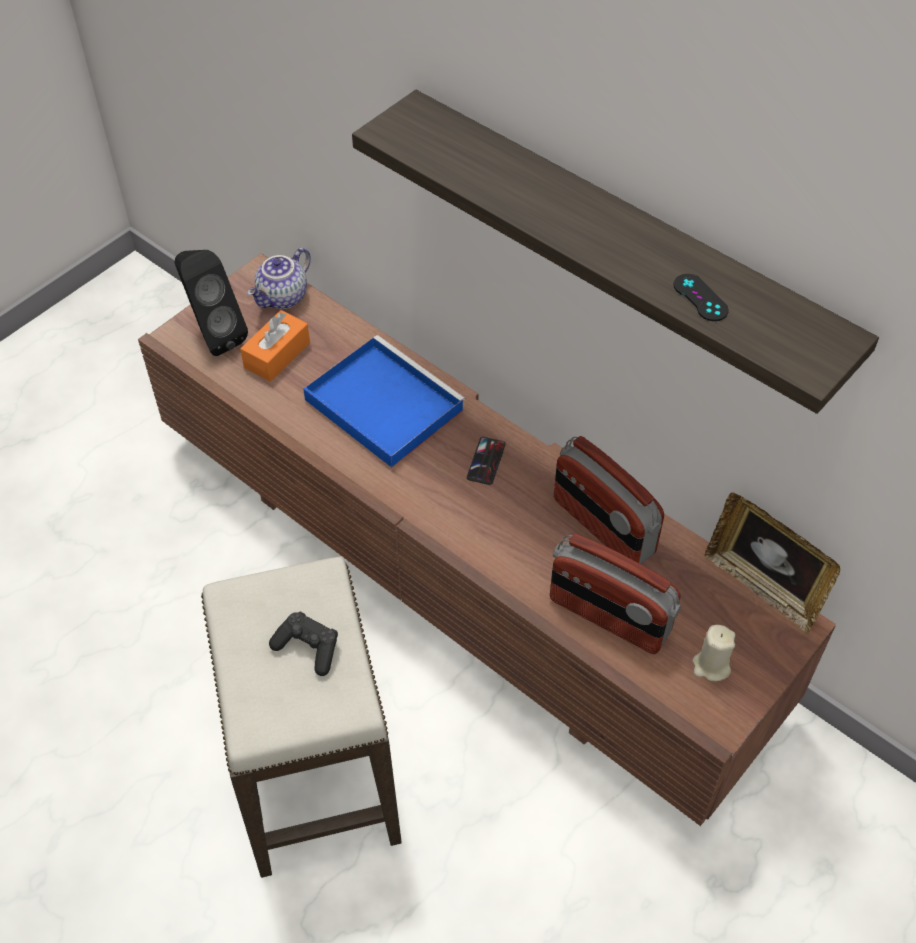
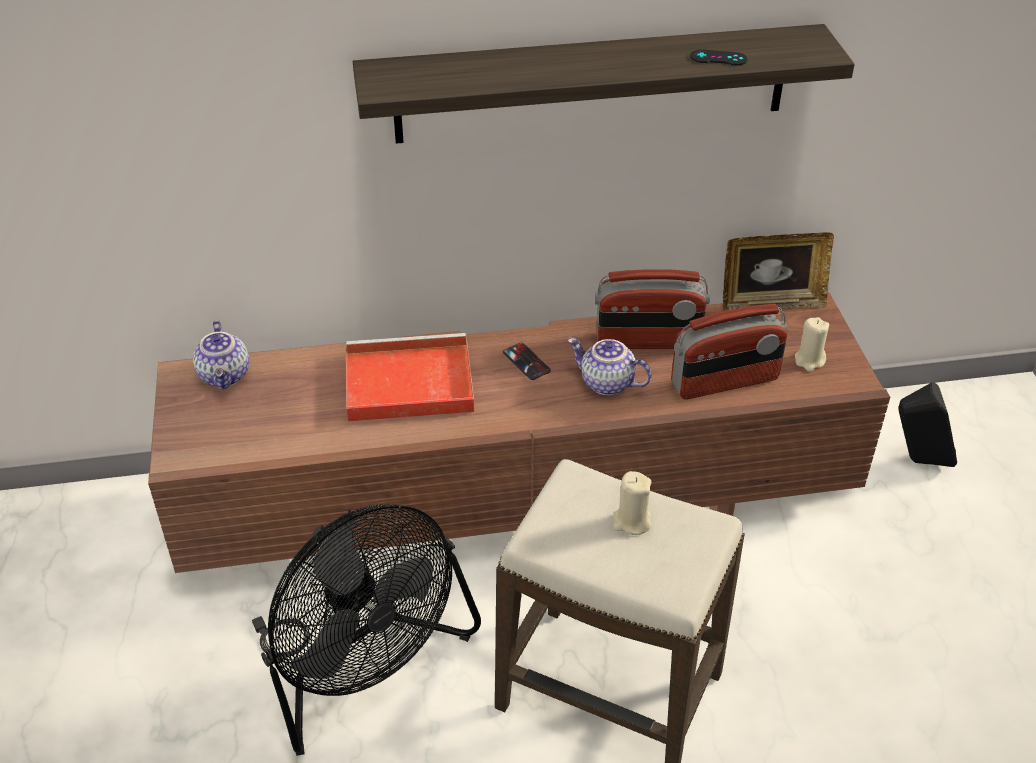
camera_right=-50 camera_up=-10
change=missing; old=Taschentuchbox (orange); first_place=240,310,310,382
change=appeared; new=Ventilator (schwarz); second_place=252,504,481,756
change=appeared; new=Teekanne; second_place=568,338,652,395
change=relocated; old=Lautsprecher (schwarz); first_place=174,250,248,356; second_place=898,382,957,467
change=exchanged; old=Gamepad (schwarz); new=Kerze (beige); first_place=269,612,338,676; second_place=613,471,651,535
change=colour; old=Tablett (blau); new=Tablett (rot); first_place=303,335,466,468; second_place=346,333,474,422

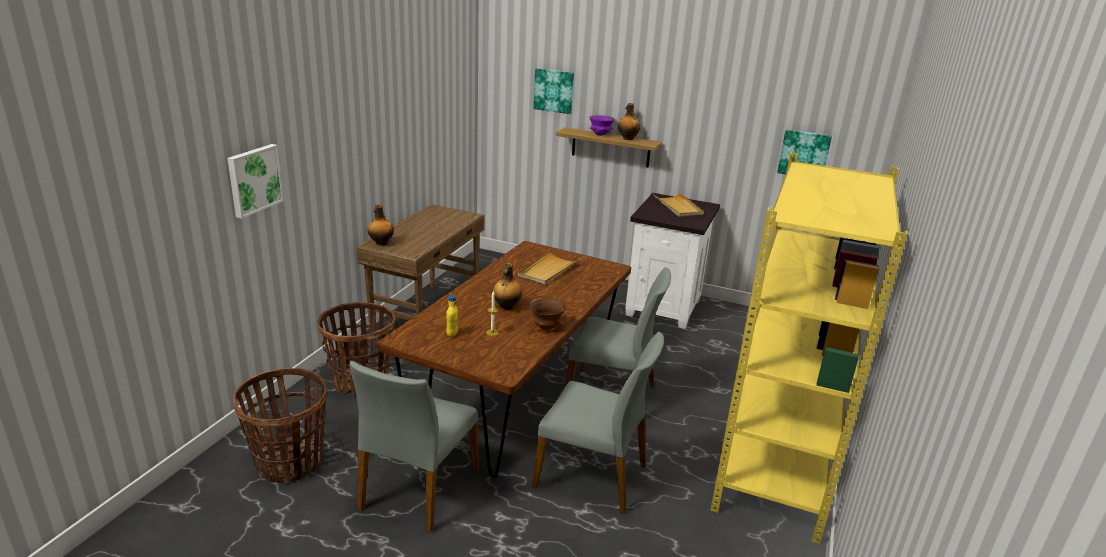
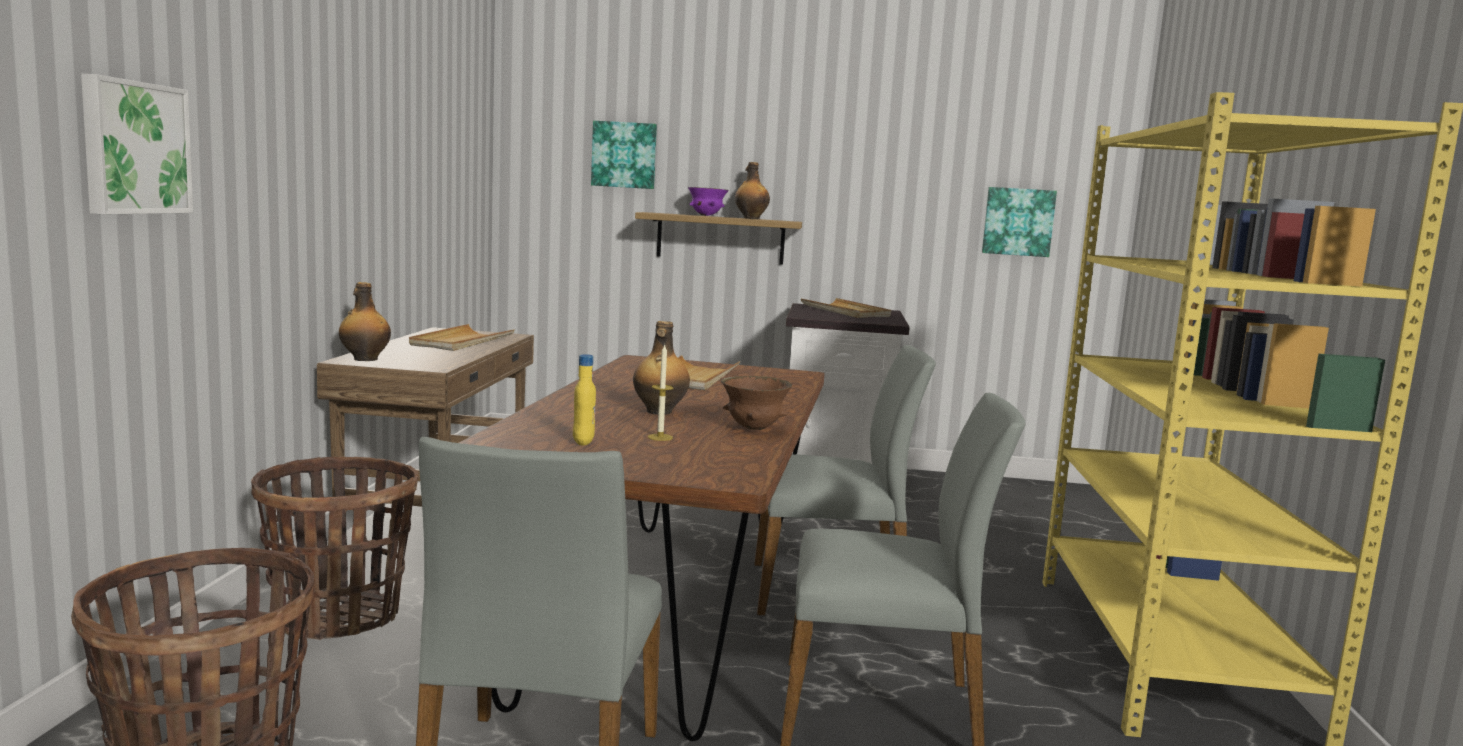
camera_right=-15 camera_up=-15
change=appeared; new=Tablett (beige); second_place=409,324,515,351

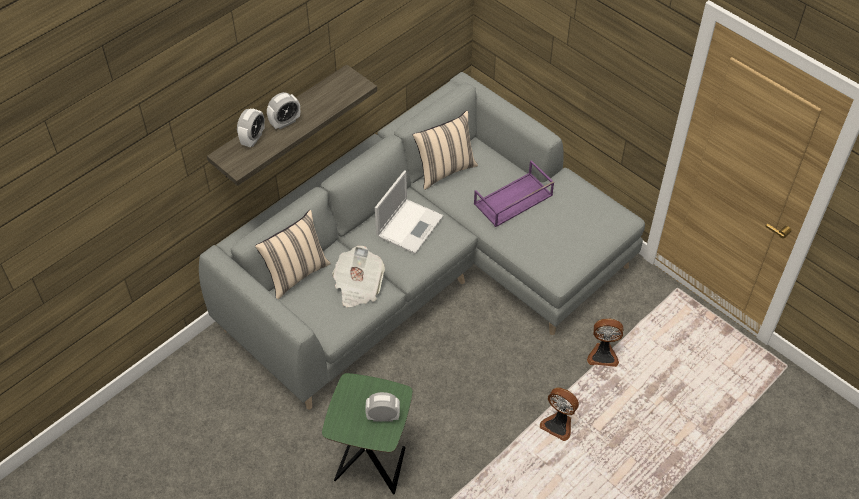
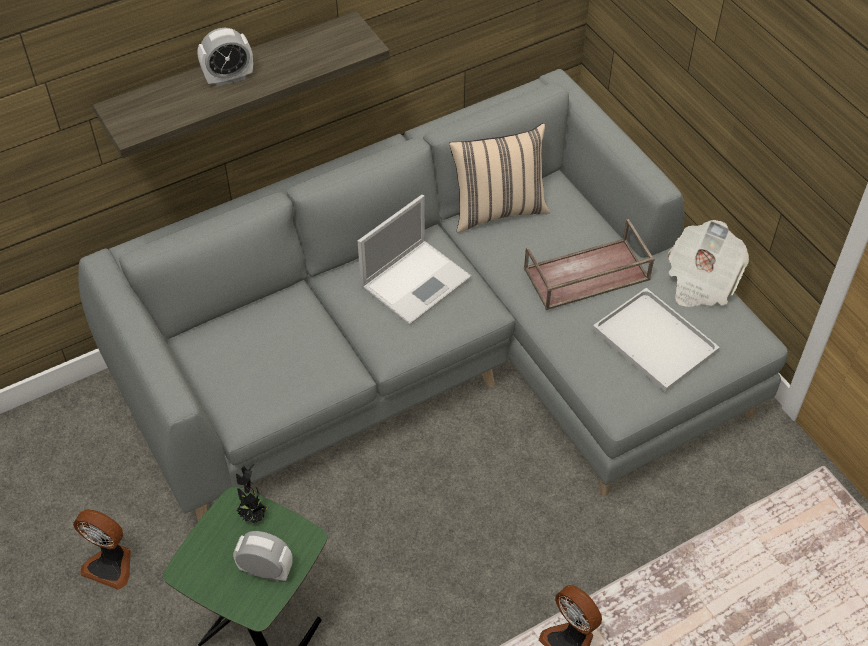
camera_right=15 camera_up=0
change=missing; old=Wecker; first_place=237,108,265,147
change=missing; old=Kissen (beige); first_place=255,210,331,299
change=appeared; new=Topfpflanze; second_place=236,464,269,523
change=appeared; new=Tablett (weiß); second_place=593,288,720,392
change=relocated; old=Zeitung; first_place=332,246,385,307; second_place=668,220,749,307
change=relocated; old=Ventilator; first_place=587,319,623,367; second_place=73,509,131,590
change=colour; old=Tablett (lila); new=Tablett (braun); first_place=474,160,554,227; second_place=524,219,655,310

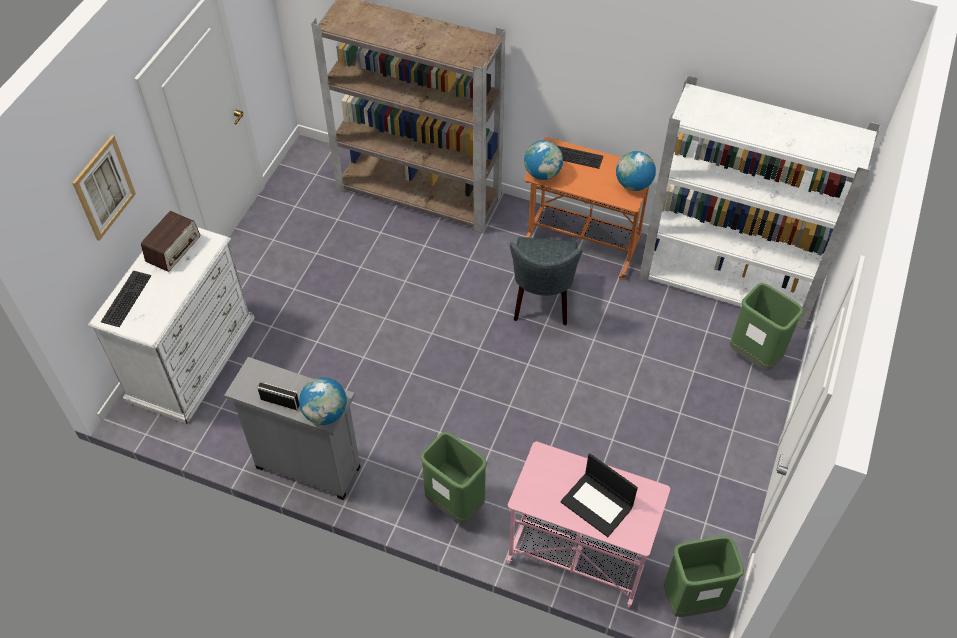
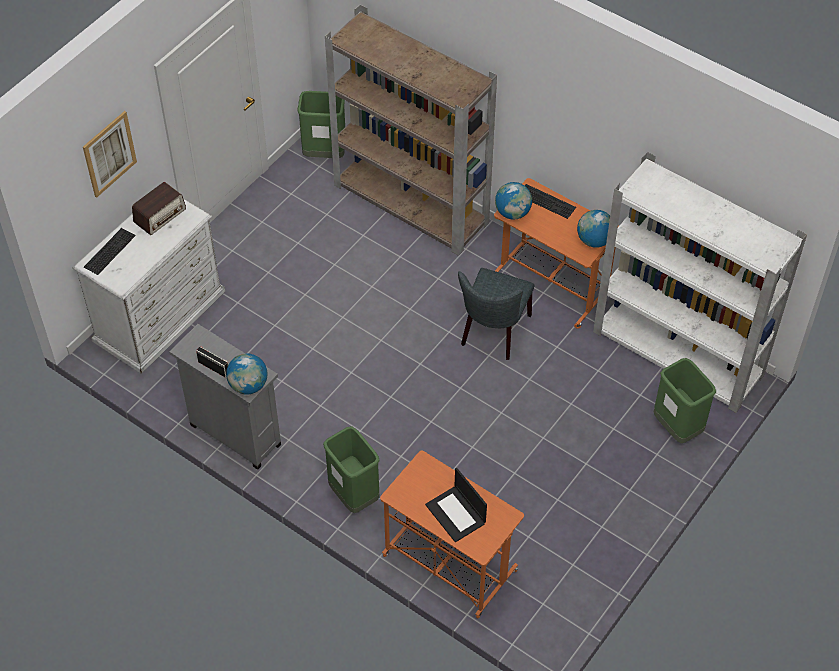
camera_right=15 camera_up=0
change=relocated; old=Mülleimer (grün); first_place=664,536,744,617; second_place=297,91,345,158
change=colour; old=Schreibtisch (rosa); new=Schreibtisch (orange); first_place=506,442,670,608; second_place=380,451,524,618

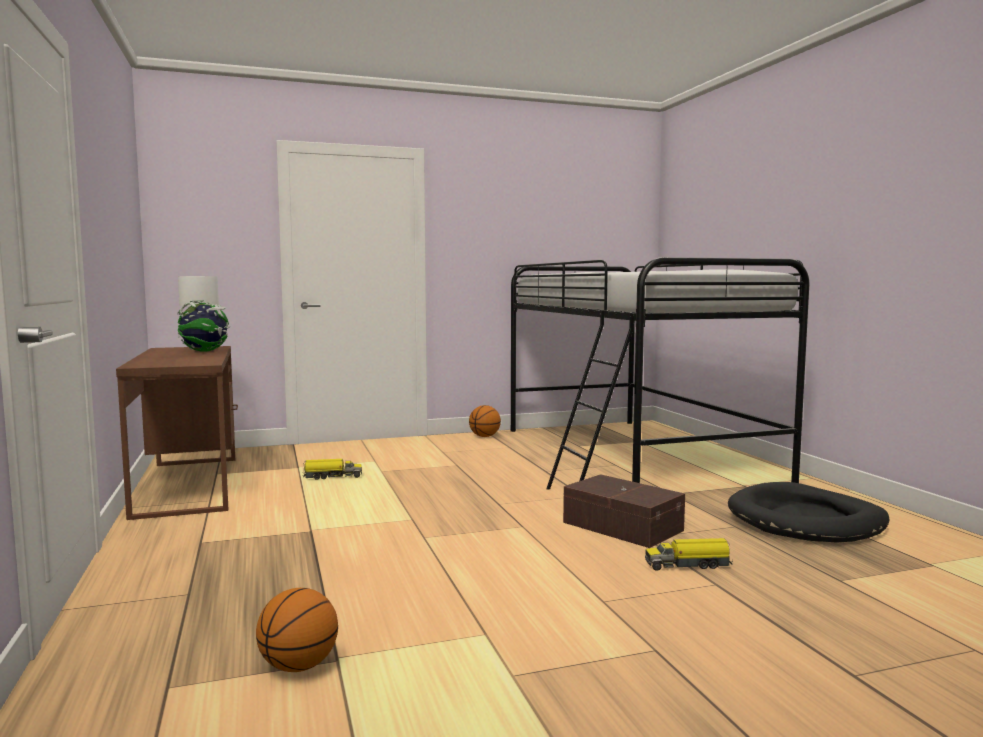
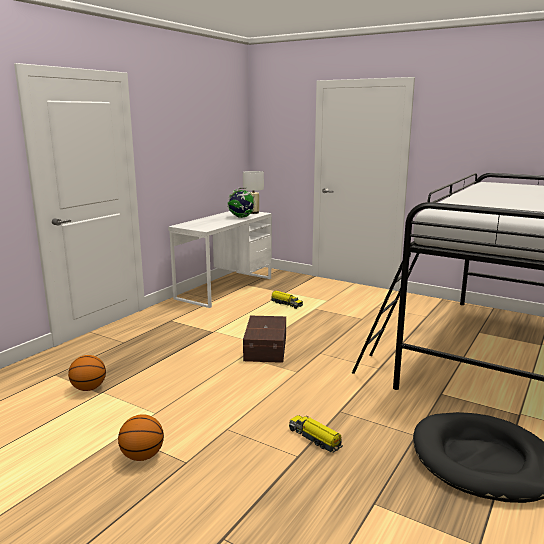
camera_right=50 camera_up=10
change=relocated; old=Basketball; first_place=469,405,501,437; second_place=118,414,164,461
change=relocated; old=Aufbewahrungsbox (braun); first_place=563,474,685,548; second_place=243,316,286,363
change=colour; old=Schreibtisch (braun); new=Schreibtisch (weiß); first_place=116,346,238,520; second_place=168,211,272,308

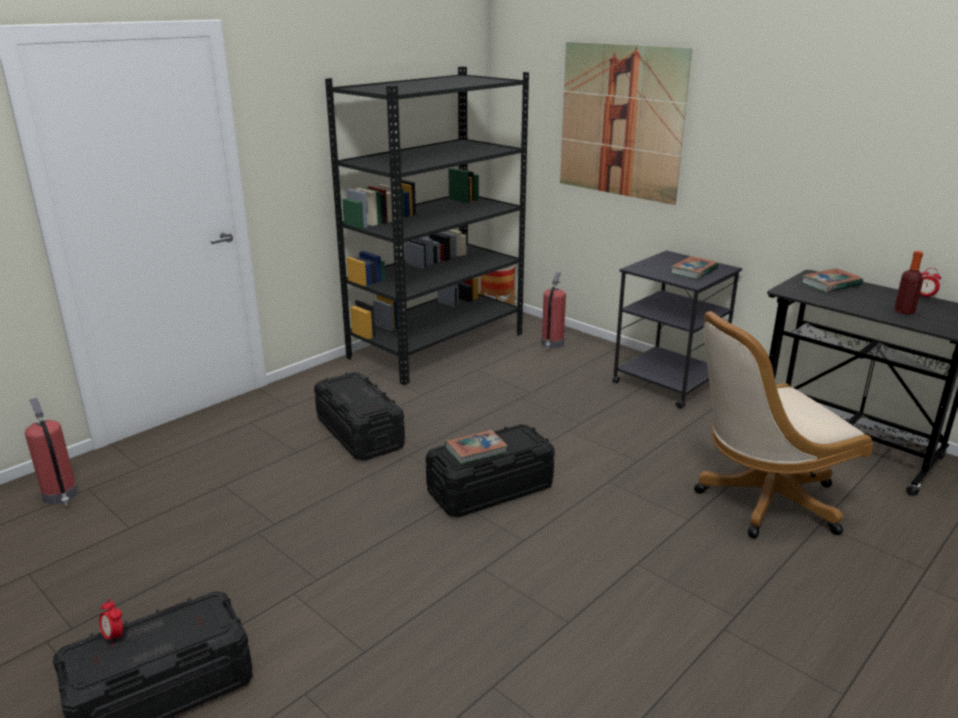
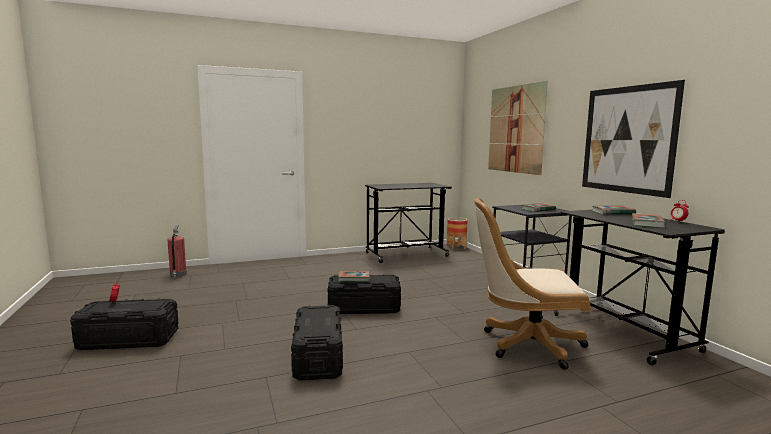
camera_right=25 camera_up=-15
change=missing; old=Feuerlöscher; first_place=541,272,566,350
change=appeared; new=Bild; second_place=582,80,685,198
change=relocated; old=Aufbewahrungsbox (schwarz); first_place=314,372,405,461; second_place=291,305,343,380
change=exchanged; old=Bücherregal (schwarz); new=Schreibtisch (schwarz); first_place=325,67,529,385; second_place=365,183,452,263
change=exchanged; old=Flasche; new=Buch; first_place=894,251,923,314; second_place=632,213,666,228

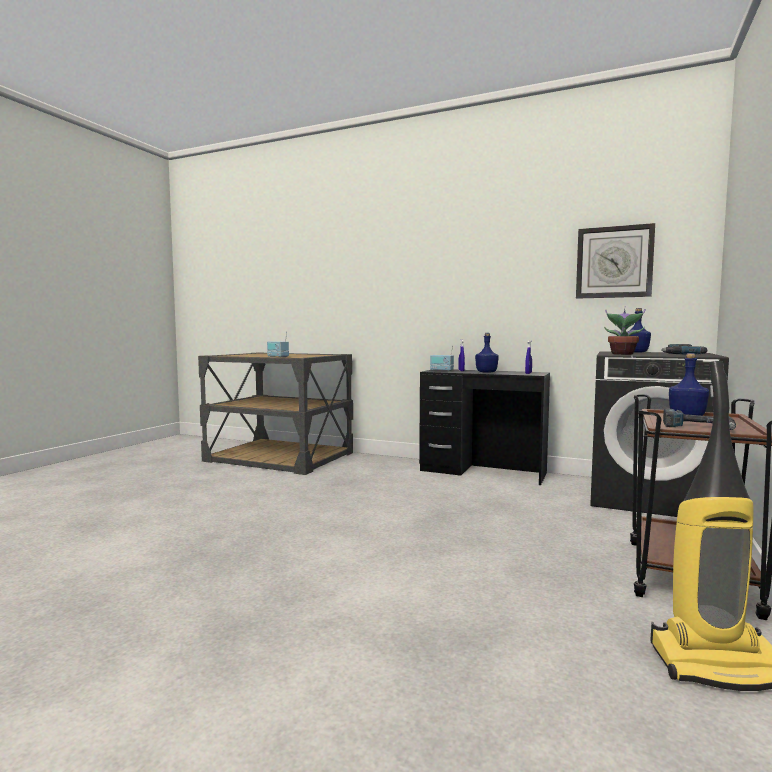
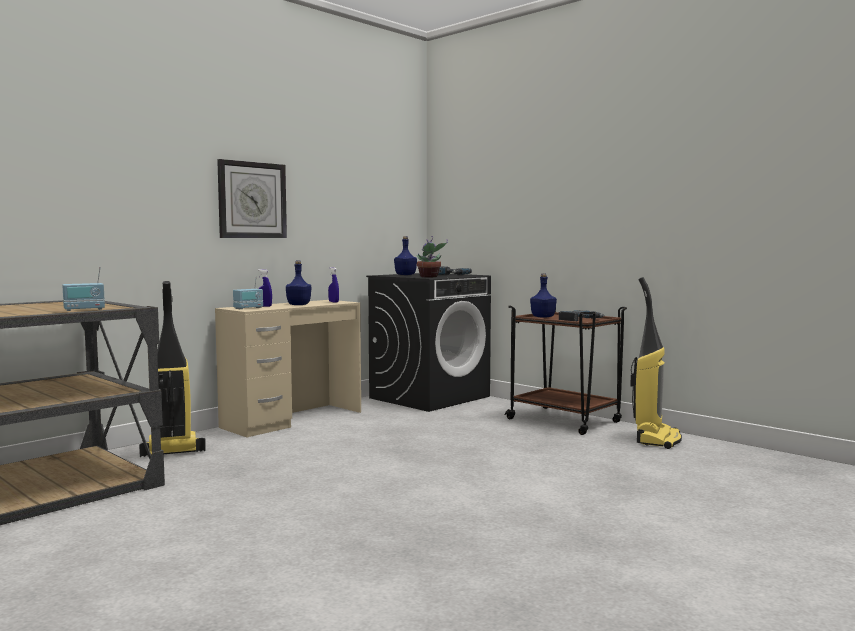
camera_right=-70 camera_up=0
change=appeared; new=Staubsauger; second_place=139,281,206,457
change=relocated; old=Wanduhr; first_place=576,223,655,299; second_place=217,159,287,238
change=colour; old=Schreibtisch (schwarz); new=Schreibtisch (beige); first_place=419,369,550,485; second_place=215,300,361,437

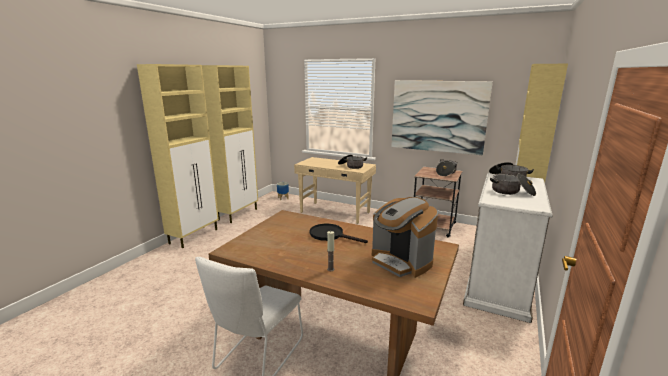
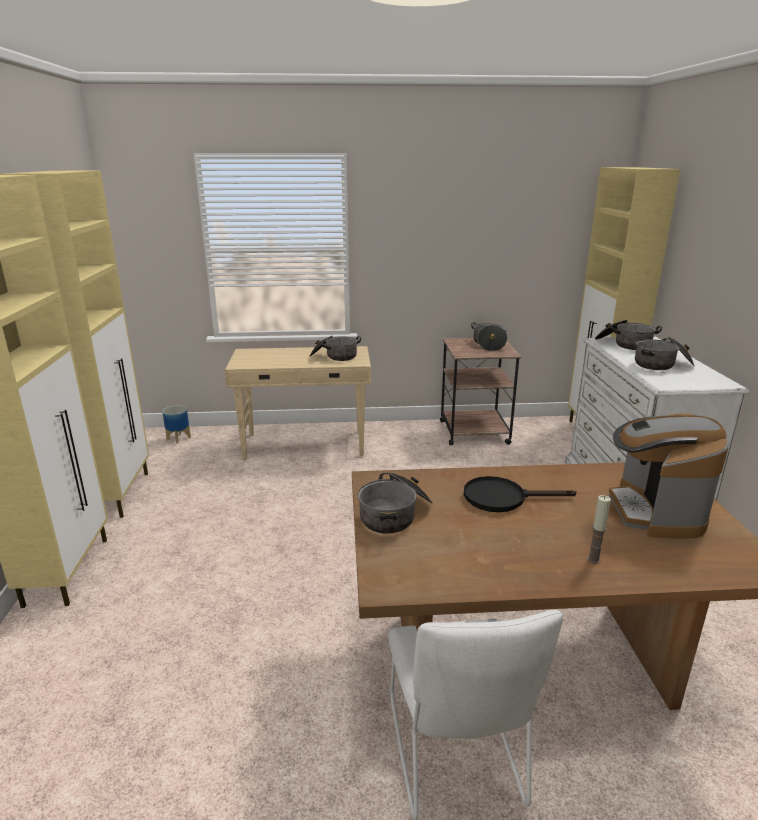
camera_right=-30 camera_up=5
change=missing; old=Bild; first_place=392,80,493,155
change=appeared; new=Kochtopf; second_place=358,472,432,534
change=spun; old=Kaffeemaschine; first_place=372,197,438,278; second_place=609,414,729,539; degrees=75

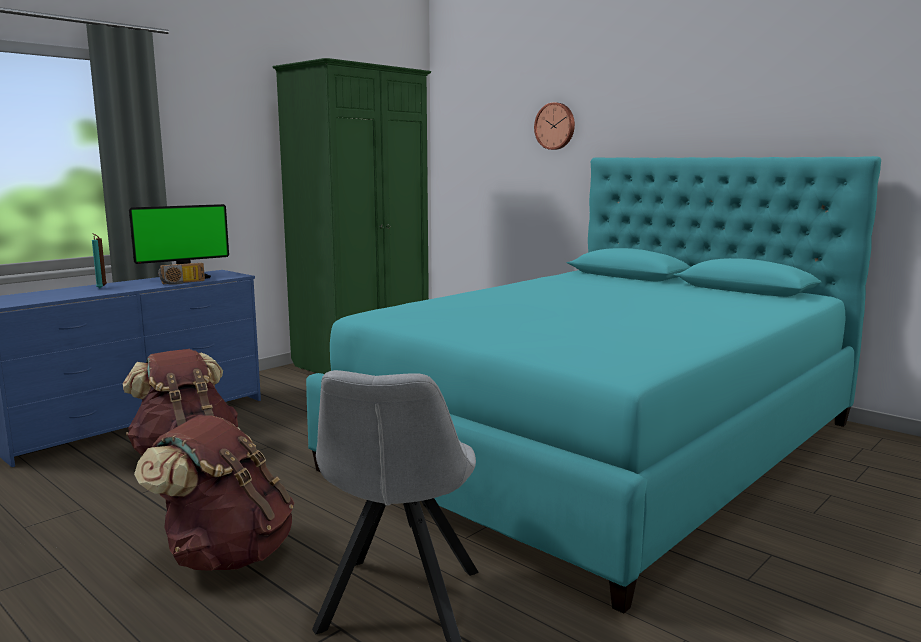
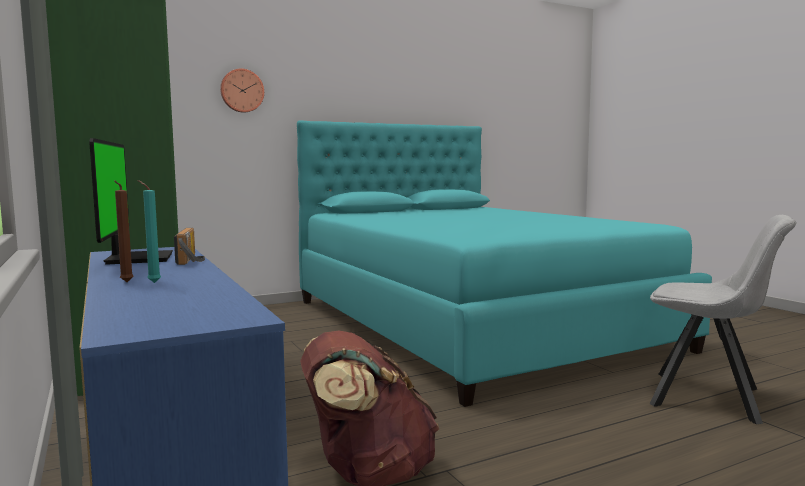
camera_right=-70 camera_up=-5
change=missing; old=Rucksack (braun); first_place=134,415,294,571

